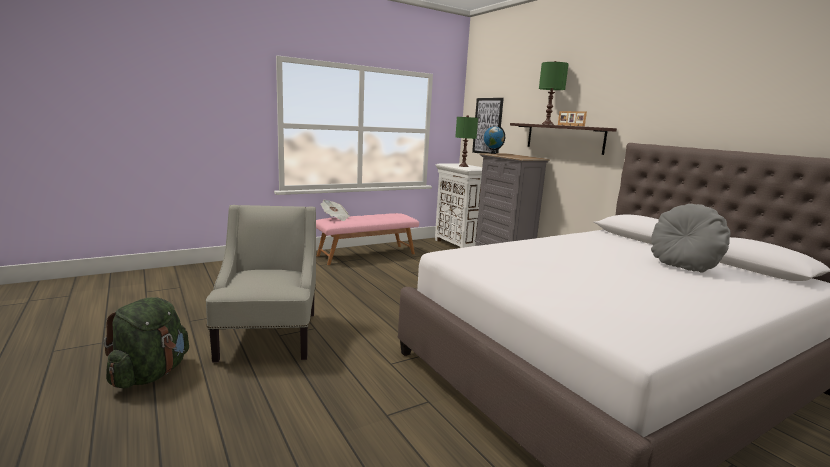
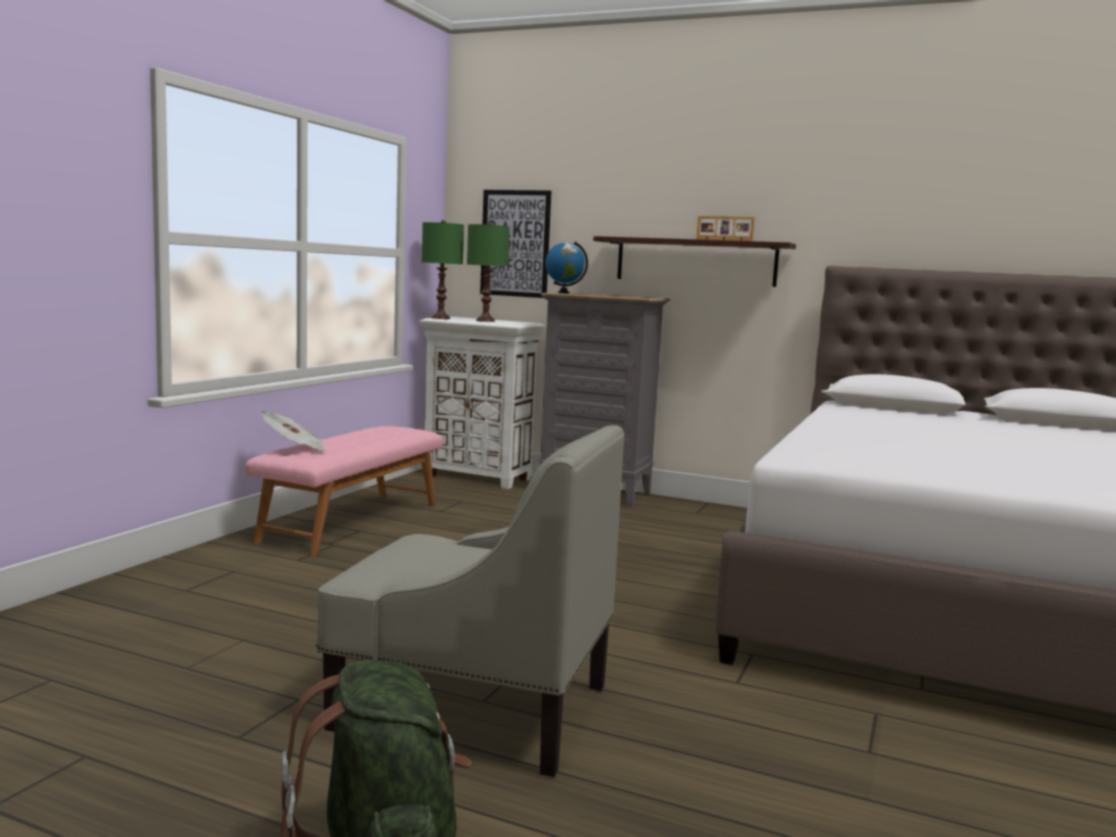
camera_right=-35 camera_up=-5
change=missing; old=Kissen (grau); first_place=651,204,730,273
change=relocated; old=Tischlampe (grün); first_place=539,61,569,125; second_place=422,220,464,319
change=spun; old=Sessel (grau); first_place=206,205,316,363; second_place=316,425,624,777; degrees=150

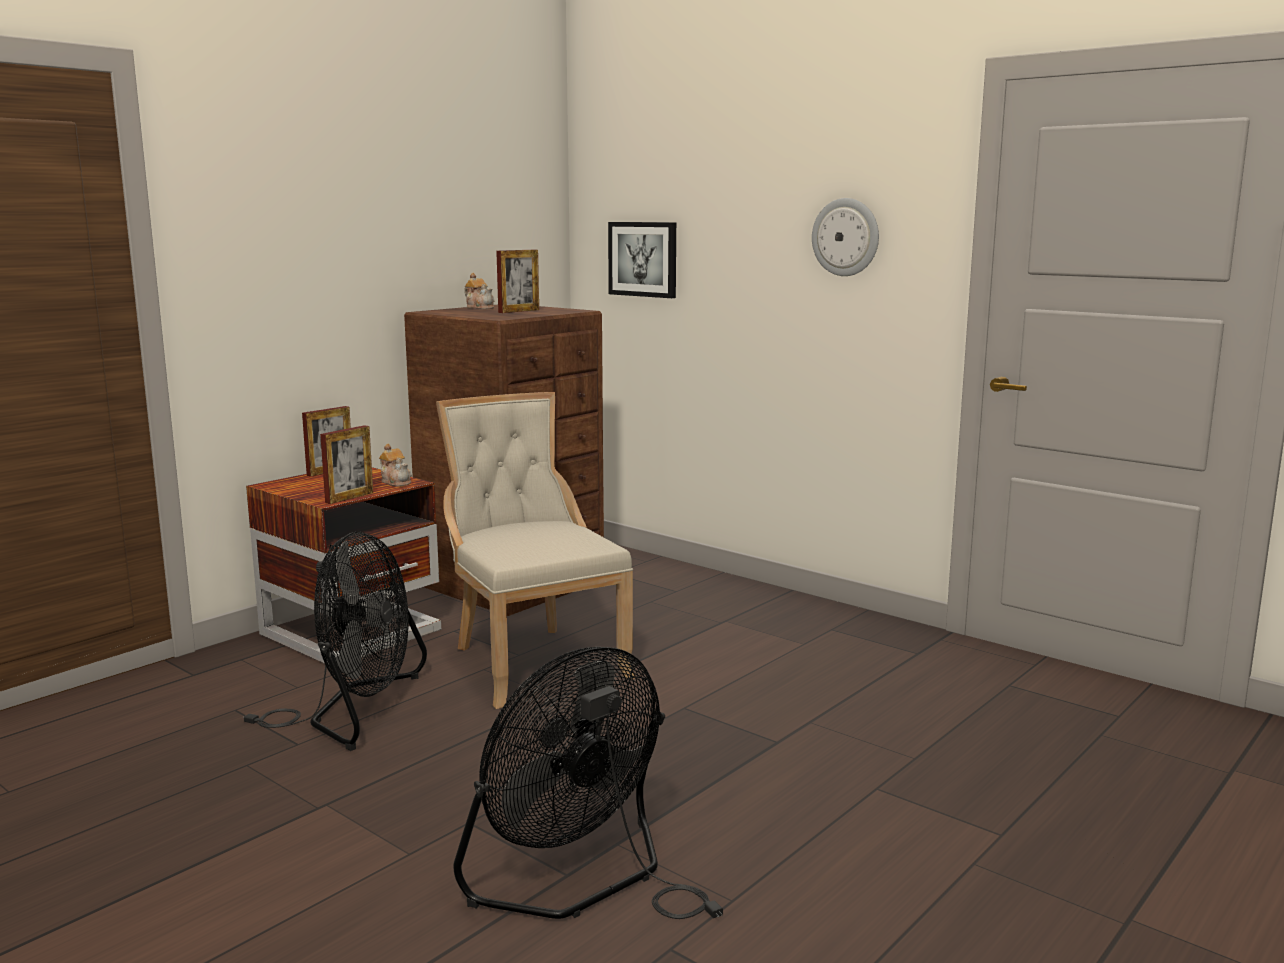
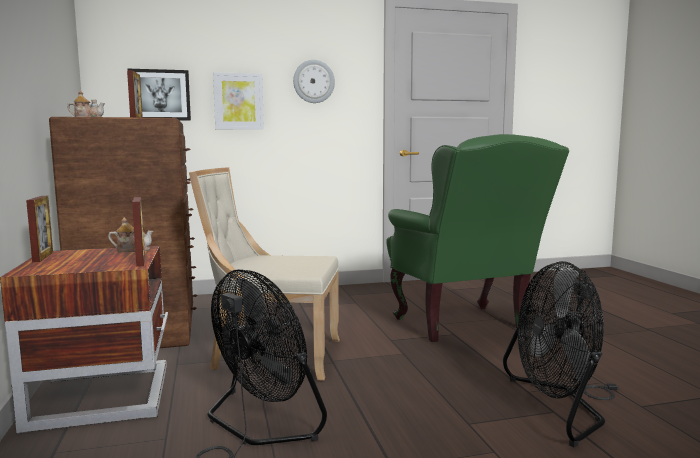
camera_right=-55 camera_up=-5
change=appeared; new=Bild; second_place=213,72,264,130
change=appeared; new=Sessel (grün); second_place=386,134,569,342

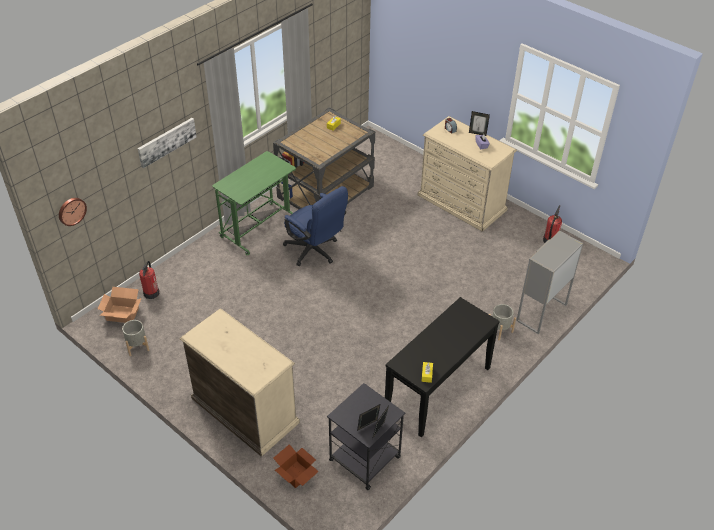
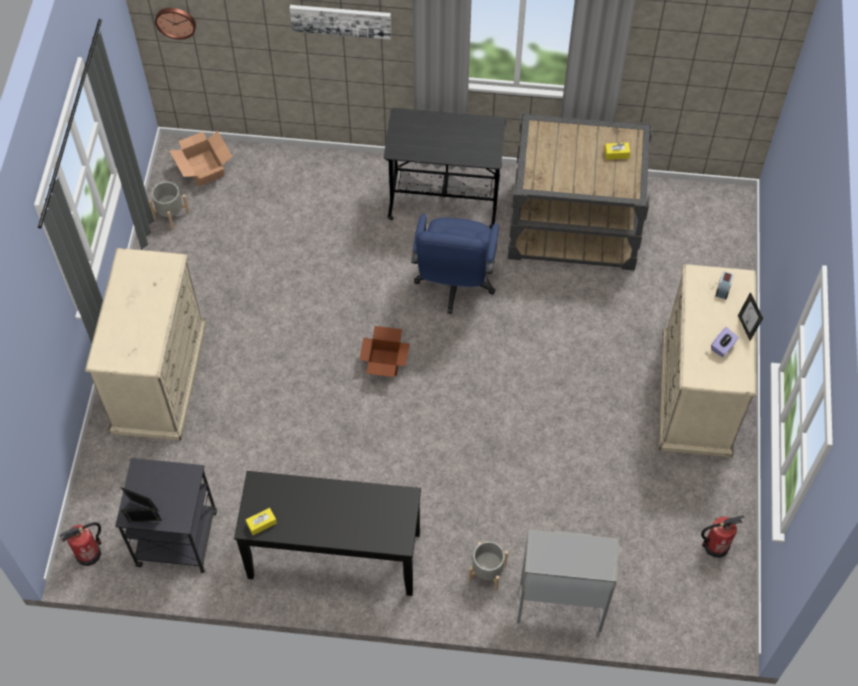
camera_right=55 camera_up=15
change=relocated; old=Feuerlöscher; first_place=139,261,159,299; second_place=59,522,101,566
change=relocated; old=Karton; first_place=273,444,319,488; second_place=359,326,410,377
change=colour; old=Schreibtisch (grün); new=Schreibtisch (schwarz); first_place=212,151,296,255; second_place=384,108,506,229

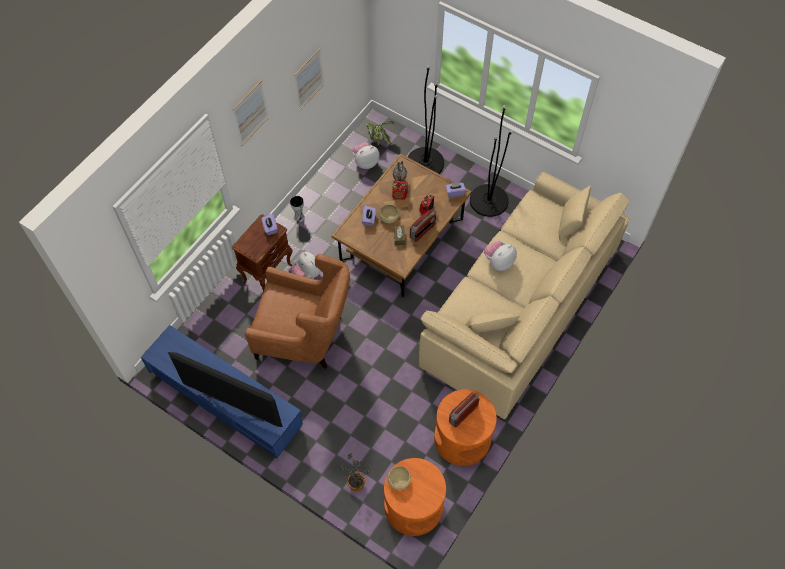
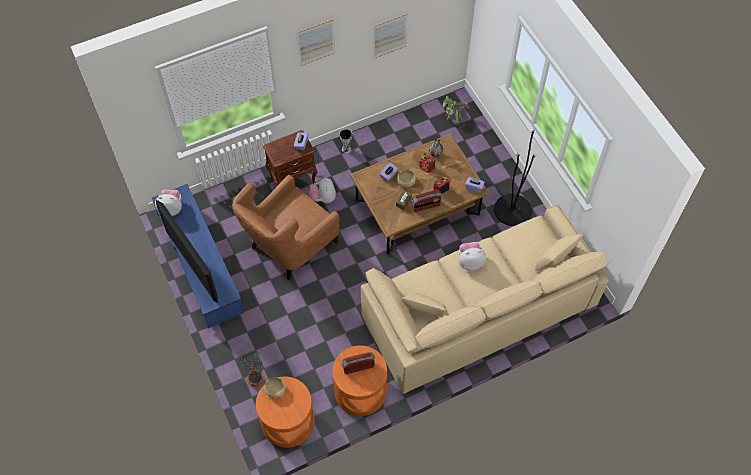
camera_right=30 camera_up=0
change=missing; old=Stehlampe (schwarz); first_place=408,65,444,174
change=relocated; old=Plüschtier; first_place=352,142,380,169; second_place=155,189,182,216
change=spun; old=Sessel (braun); first_place=245,254,350,369; second_place=232,175,339,280; degrees=90

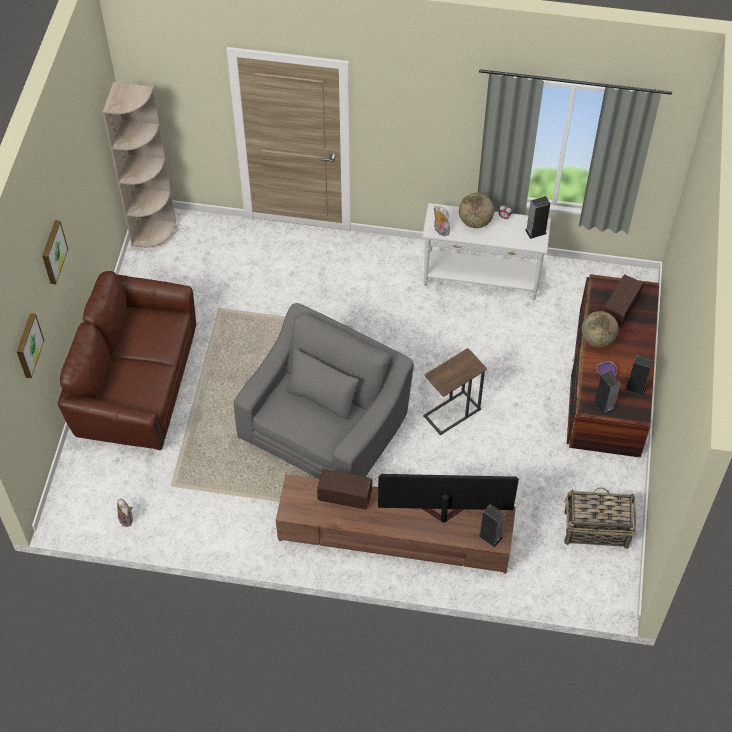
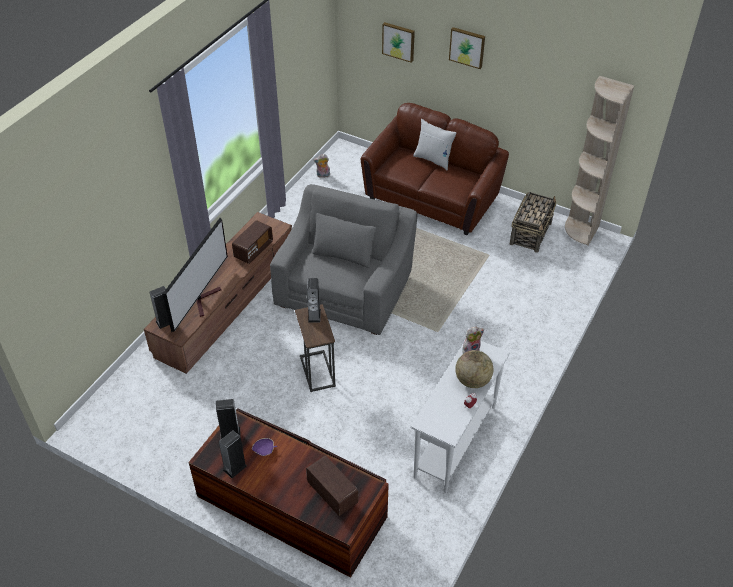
camera_right=110 camera_up=-10
change=missing; old=Globus; first_place=582,311,619,348
change=appeared; new=Kissen (grau); second_place=413,119,456,170
change=relocated; old=Lautsprecher; first_place=525,196,550,239; second_place=307,278,321,322
change=relocated; old=Korb; first_place=564,487,636,549; second_place=510,192,556,253
change=spun; old=Sessel (grau); first_place=234,303,414,479; second_place=270,184,418,335; degrees=-120

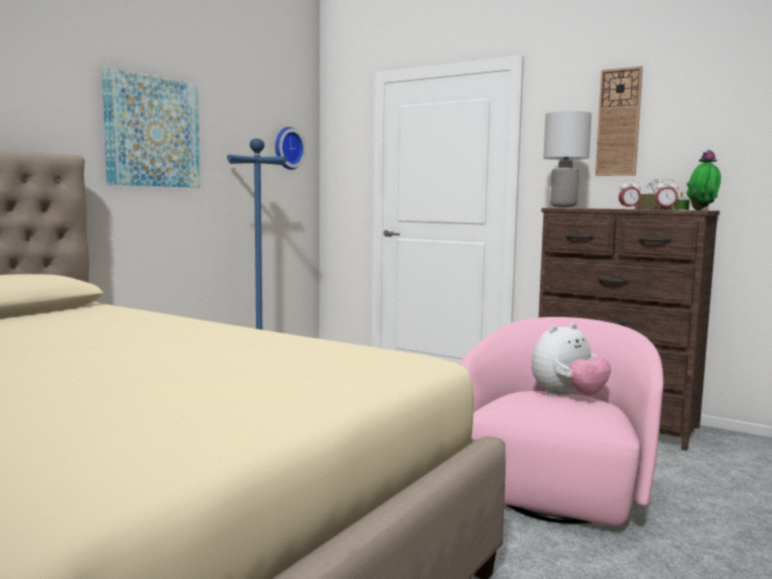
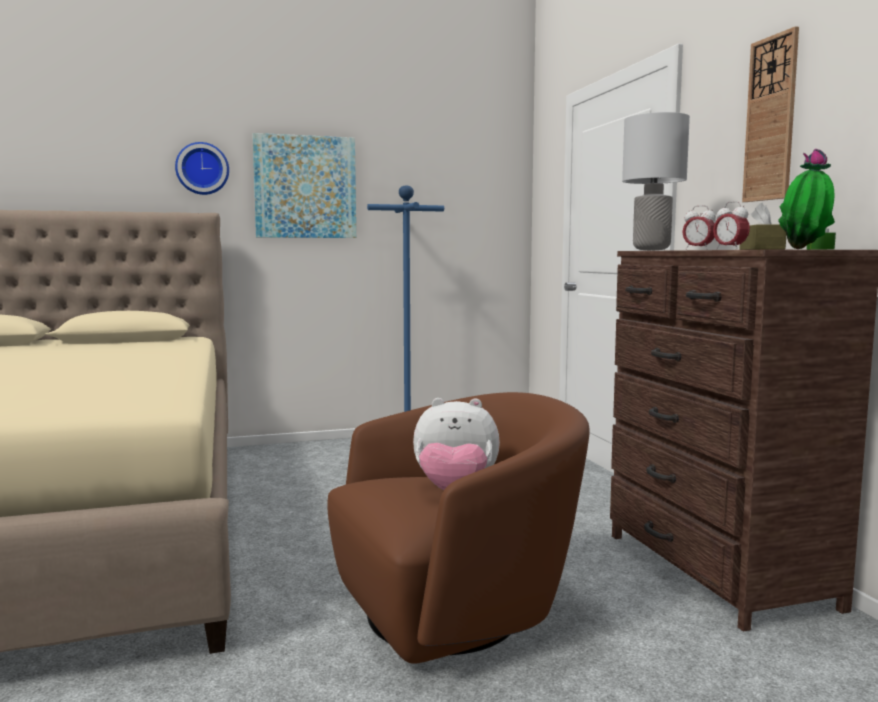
camera_right=40 camera_up=0
change=relocated; old=Wanduhr; first_place=275,127,306,170; second_place=175,142,229,195
change=colour; old=Sessel (rosa); new=Sessel (braun); first_place=461,317,663,526; second_place=327,392,590,664

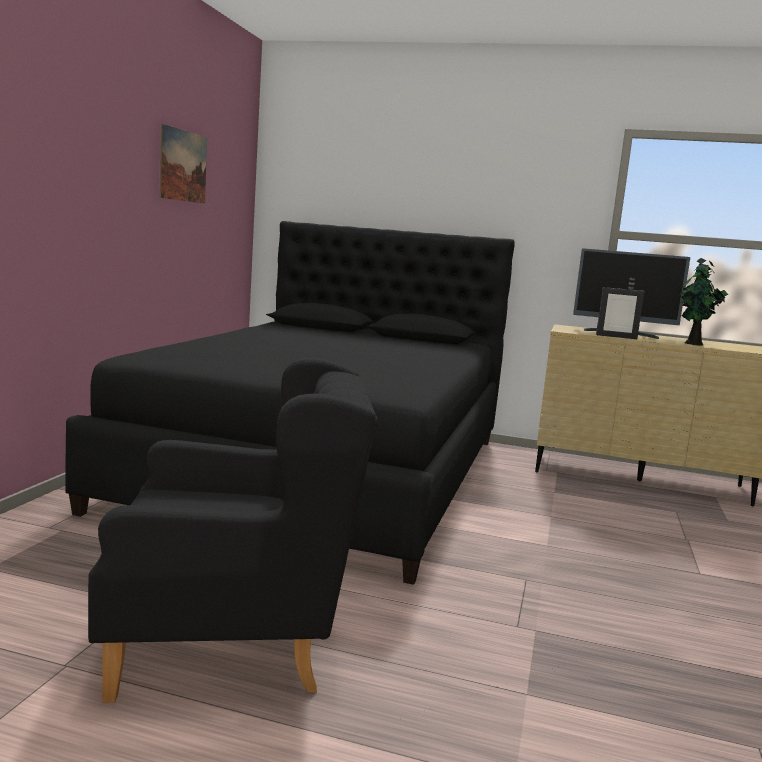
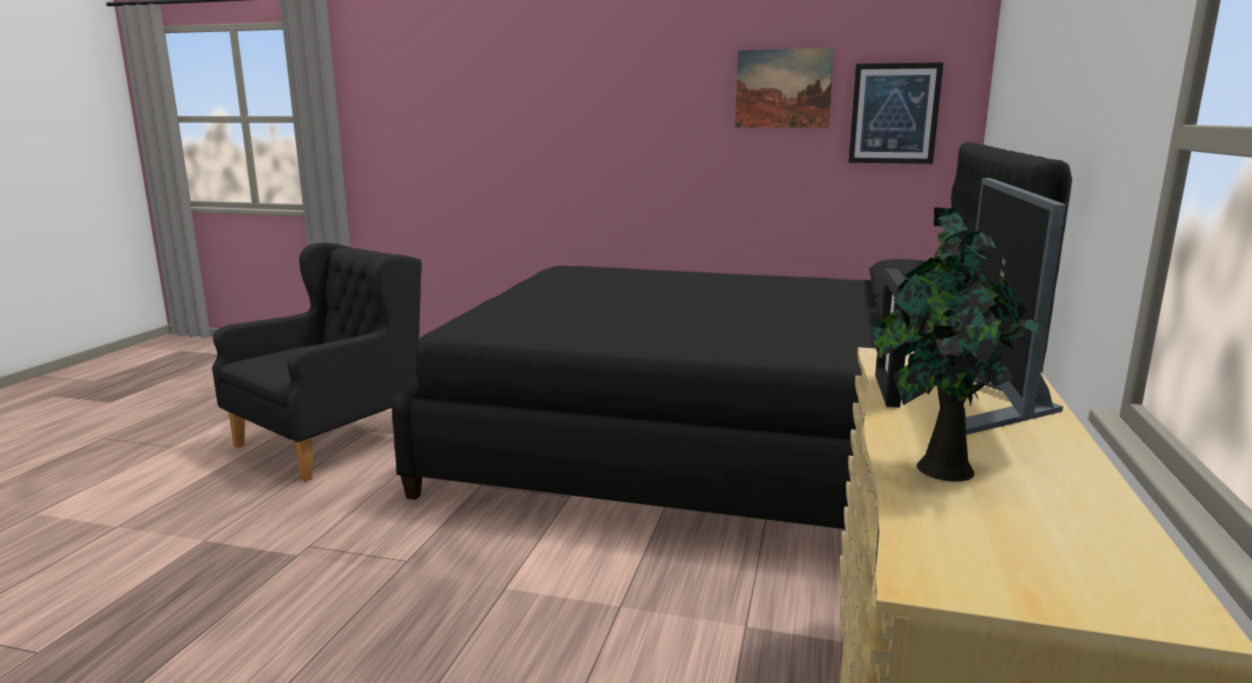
camera_right=90 camera_up=5
change=appeared; new=Bild; second_place=848,62,944,164
change=spun; old=Sessel (schwarz); first_place=88,358,377,703; second_place=212,243,422,482; degrees=-135

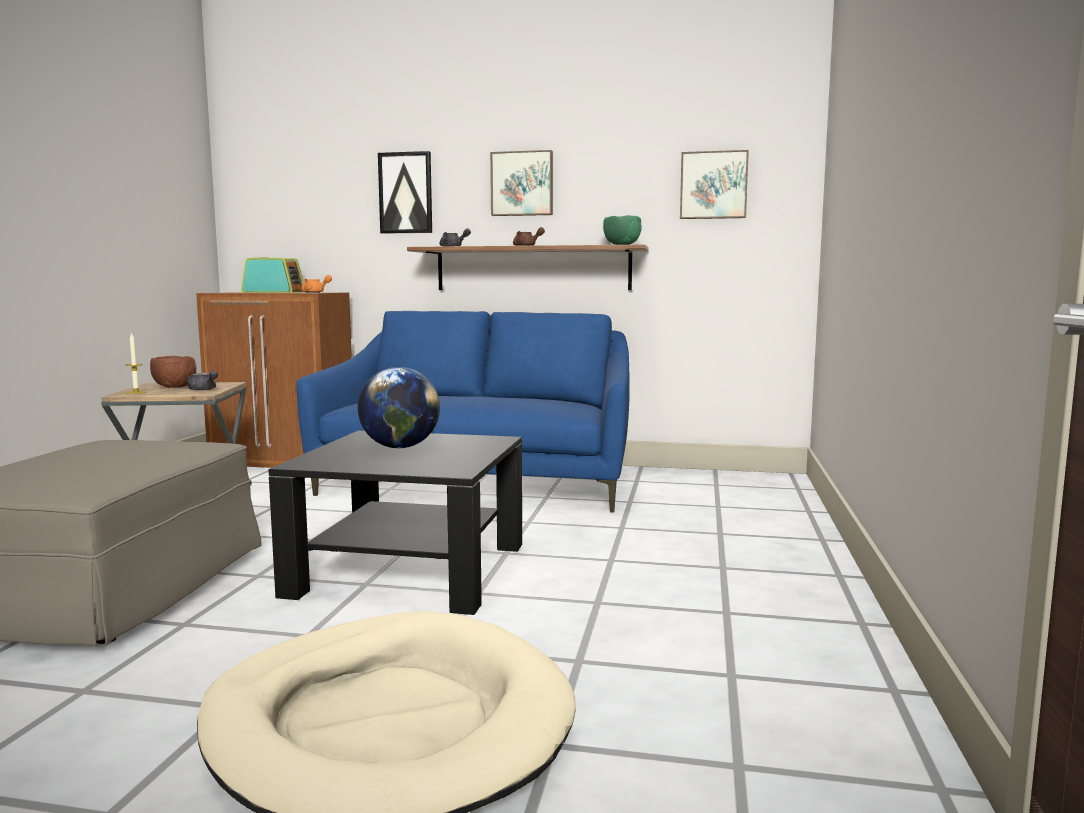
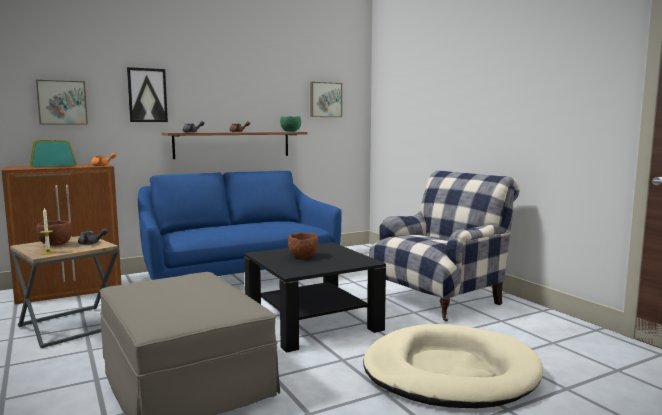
camera_right=-40 camera_up=0
change=appeared; new=Sessel; second_place=369,170,520,321
change=relocated; old=Bild; first_place=490,150,553,216; second_place=36,80,88,125
change=exchanged; old=Globus; new=Schüssel (braun); first_place=358,367,440,448; second_place=288,233,318,258

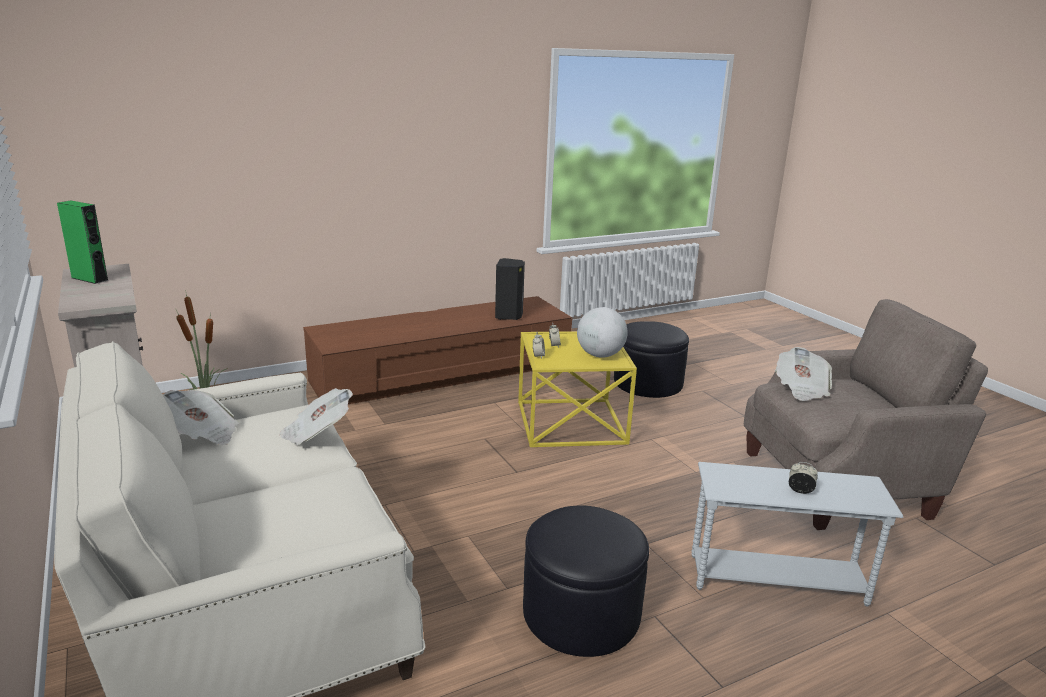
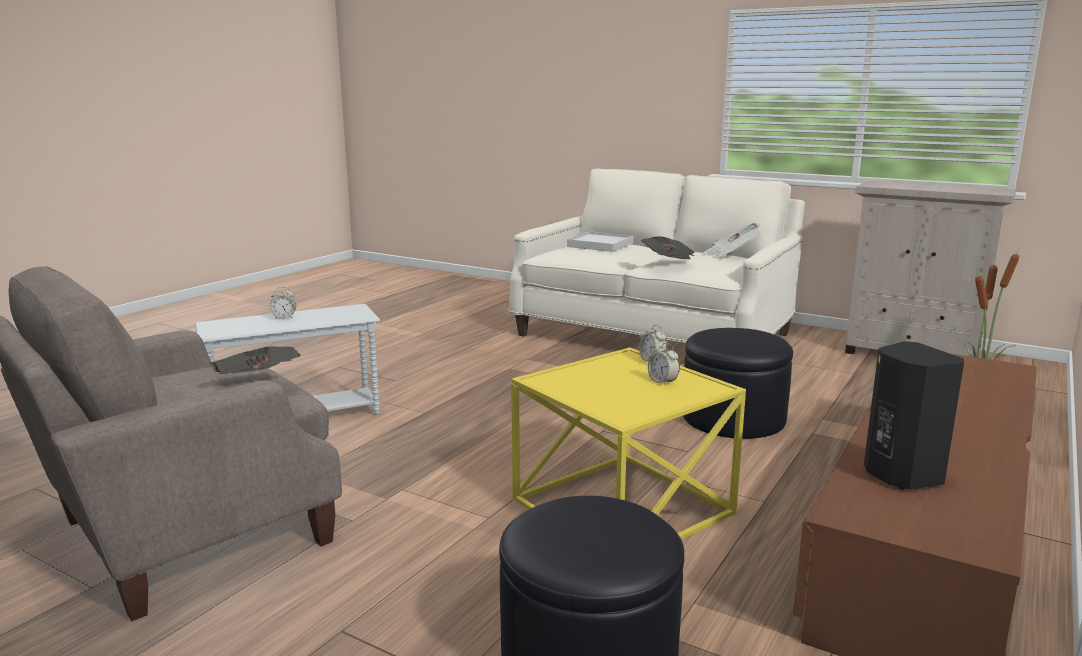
camera_right=150 camera_up=-5
change=missing; old=Lautsprecher (grün); first_place=57,200,108,284
change=missing; old=Globus; first_place=577,307,628,358
change=appeared; new=Tablett (weiß); second_place=567,231,633,252
change=relocated; old=Polsterhocker (schwarz); first_place=523,506,649,657; second_place=683,328,793,439

